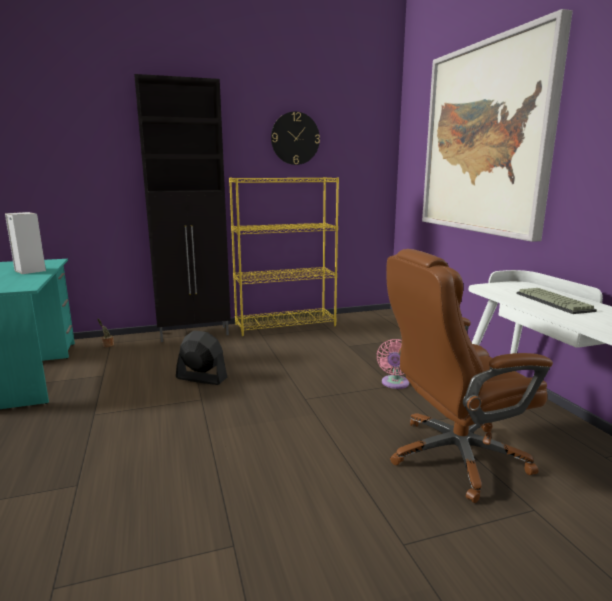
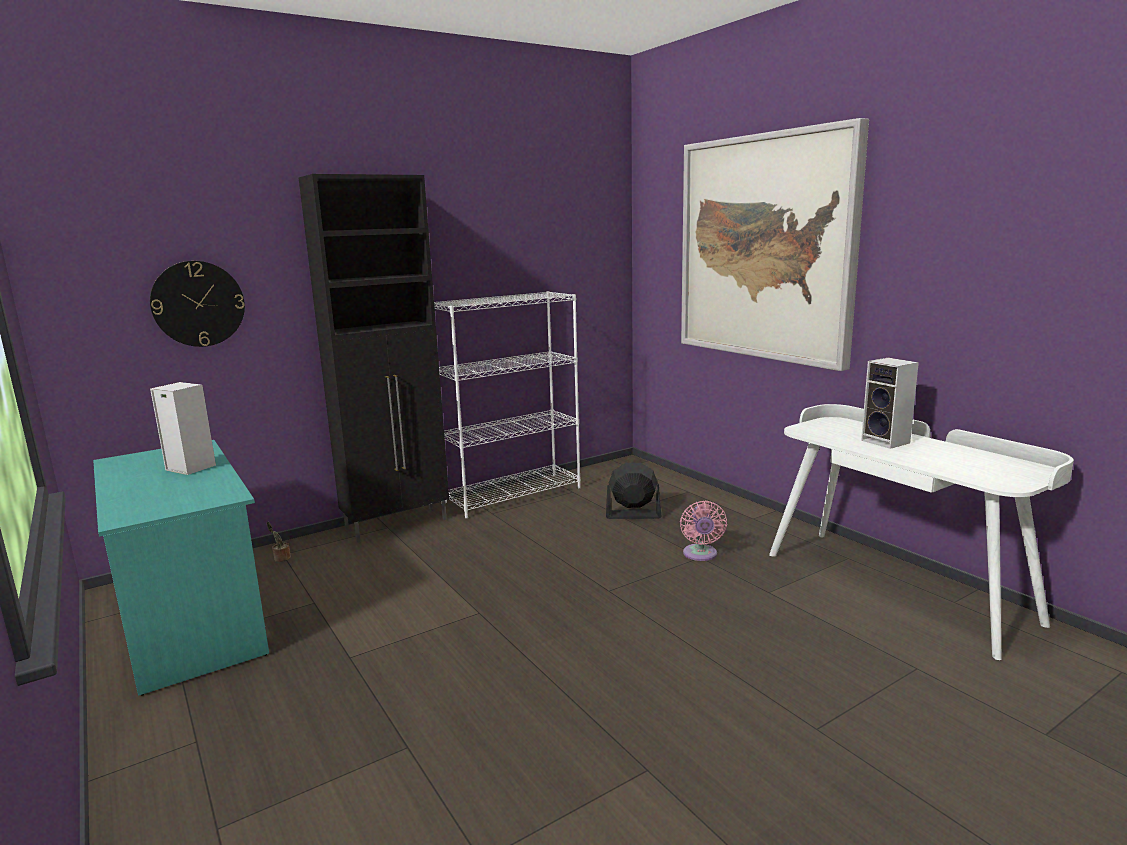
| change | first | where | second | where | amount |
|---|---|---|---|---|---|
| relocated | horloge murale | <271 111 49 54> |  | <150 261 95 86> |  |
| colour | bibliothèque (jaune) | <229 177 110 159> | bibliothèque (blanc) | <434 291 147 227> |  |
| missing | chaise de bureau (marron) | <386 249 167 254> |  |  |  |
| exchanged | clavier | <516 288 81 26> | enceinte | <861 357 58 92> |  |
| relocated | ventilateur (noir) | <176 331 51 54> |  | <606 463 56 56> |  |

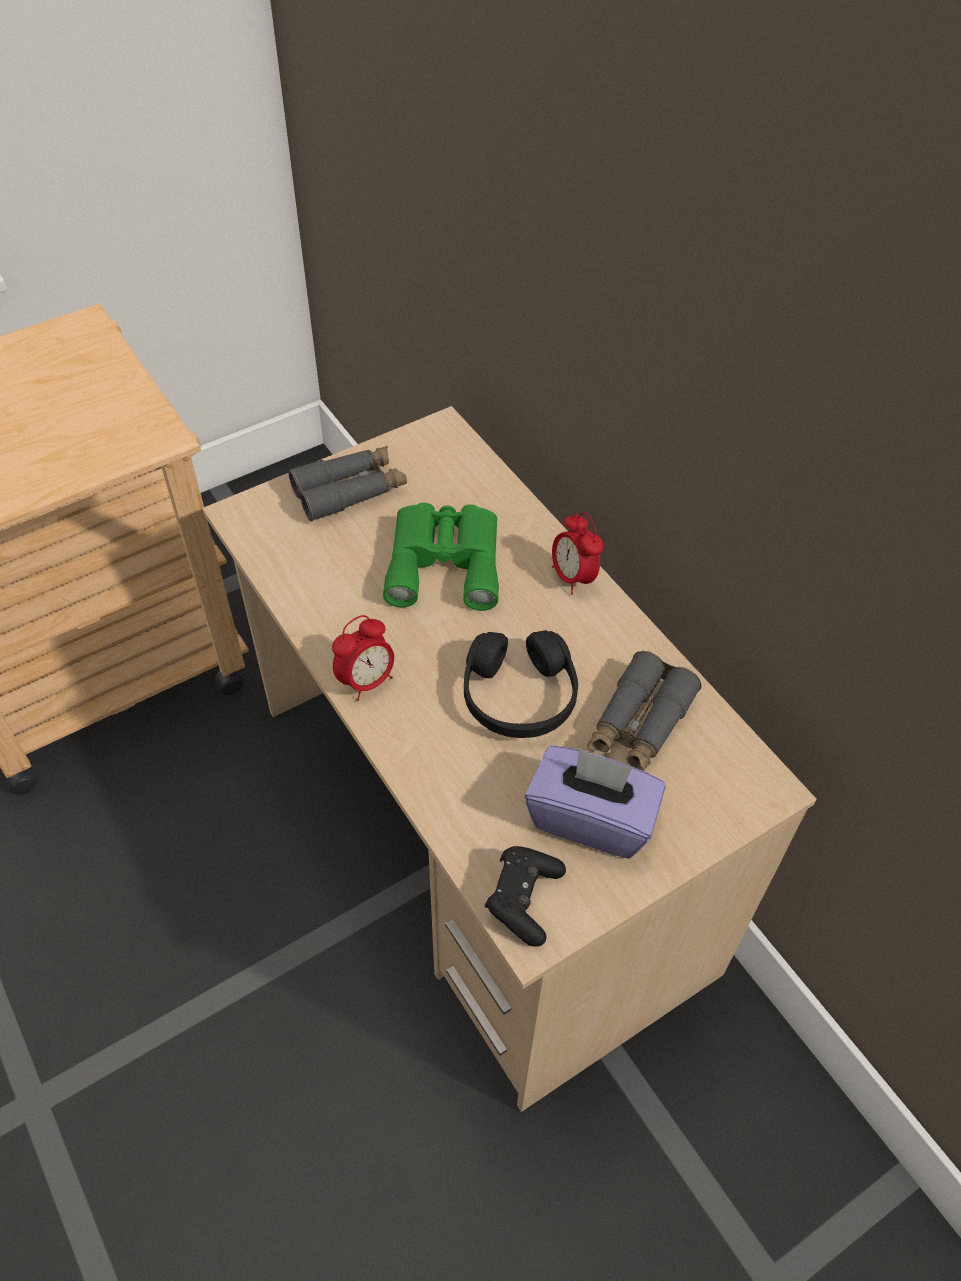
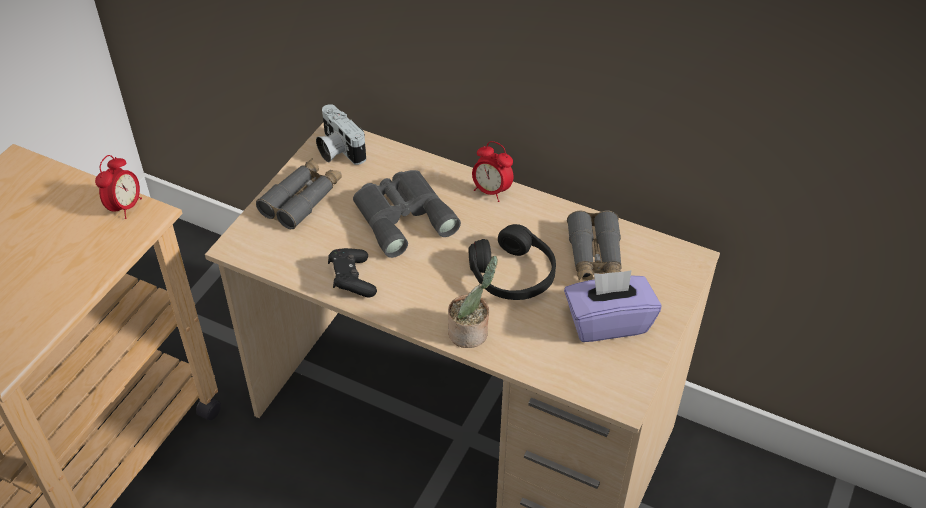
| change | first | where | second | where | amount |
|---|---|---|---|---|---|
| colour | jumelles (vert) | <383 503 116 108> | jumelles (gris) | <353 170 108 88> |  |
| relocated | réveil | <332 615 62 86> |  | <95 155 47 64> |  |
| relocated | manette (noir) | <485 846 81 101> |  | <328 248 49 50> |  |
| appeared |  |  | appareil photo | <316 104 50 61> |  |
| appeared |  |  | plante en pot | <448 256 50 92> |  |

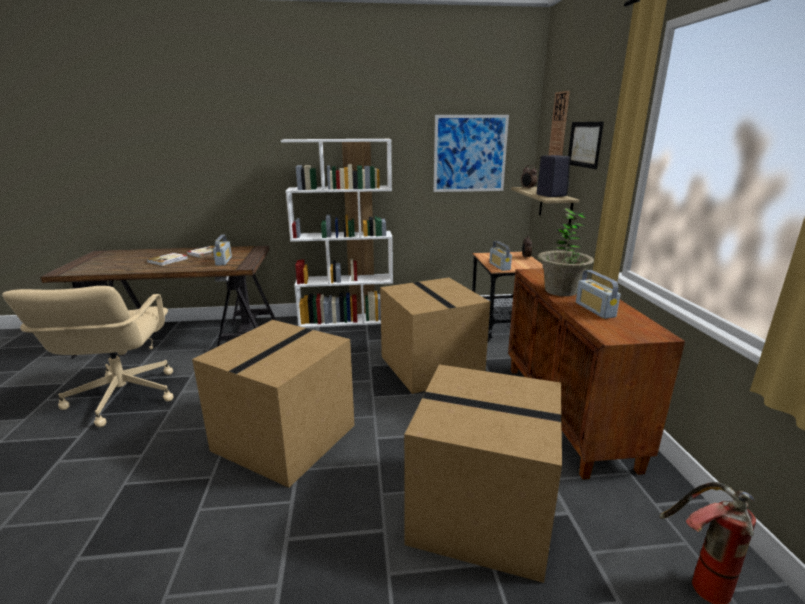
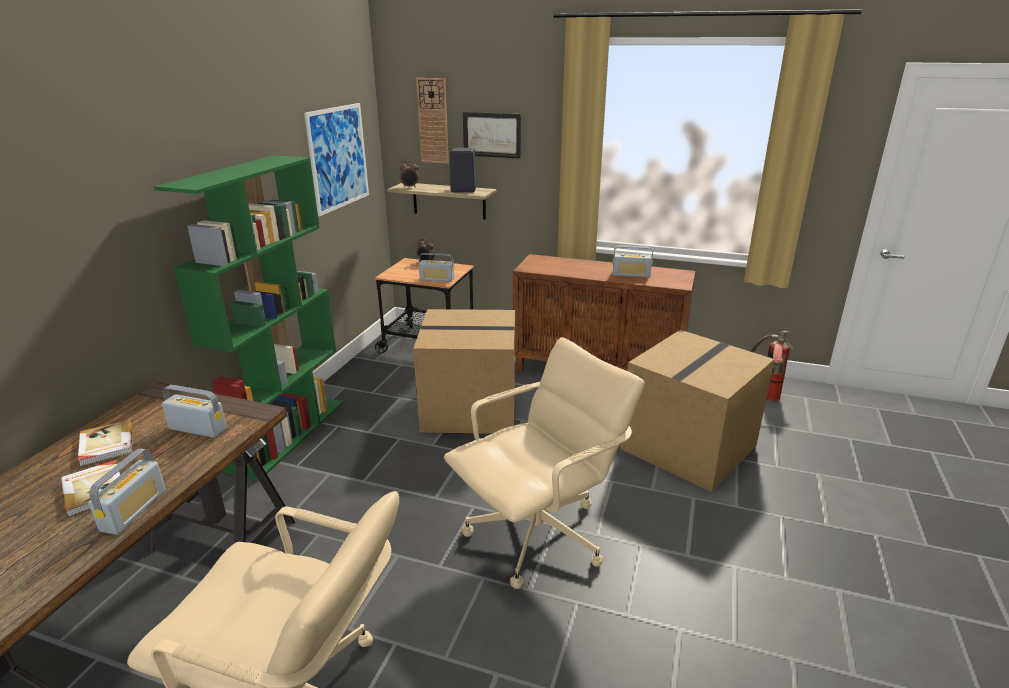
| change | first | where | second | where | amount |
|---|---|---|---|---|---|
| colour | bibliothèque (blanc) | <281 139 112 189> | bibliothèque (vert) | <154 155 189 326> |  |
| missing | plante en pot | <537 208 57 88> |  |  |  |
| exchanged | carton | <192 320 163 168> | chaise de bureau (beige) | <444 337 201 252> |  |
| appeared |  |  | radio | <88 449 78 86> |  |

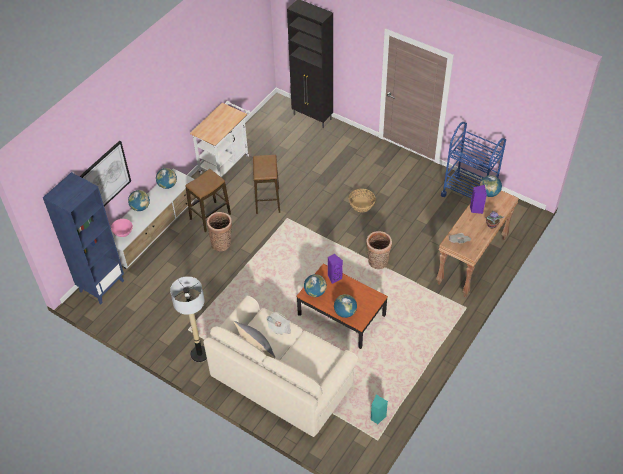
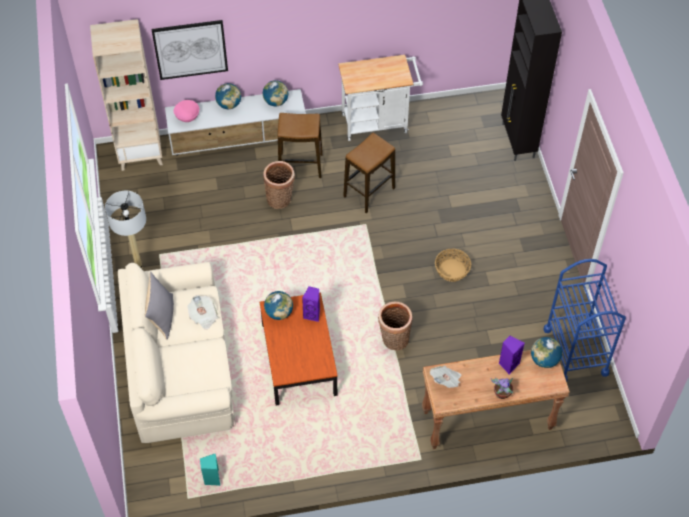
| change | first | where | second | where | amount |
|---|---|---|---|---|---|
| colour | bibliothèque (bleu) | <43 172 81 132> | bibliothèque (beige) | <90 19 73 152> |  |
| missing | globe | <334 294 23 24> |  |  |  |

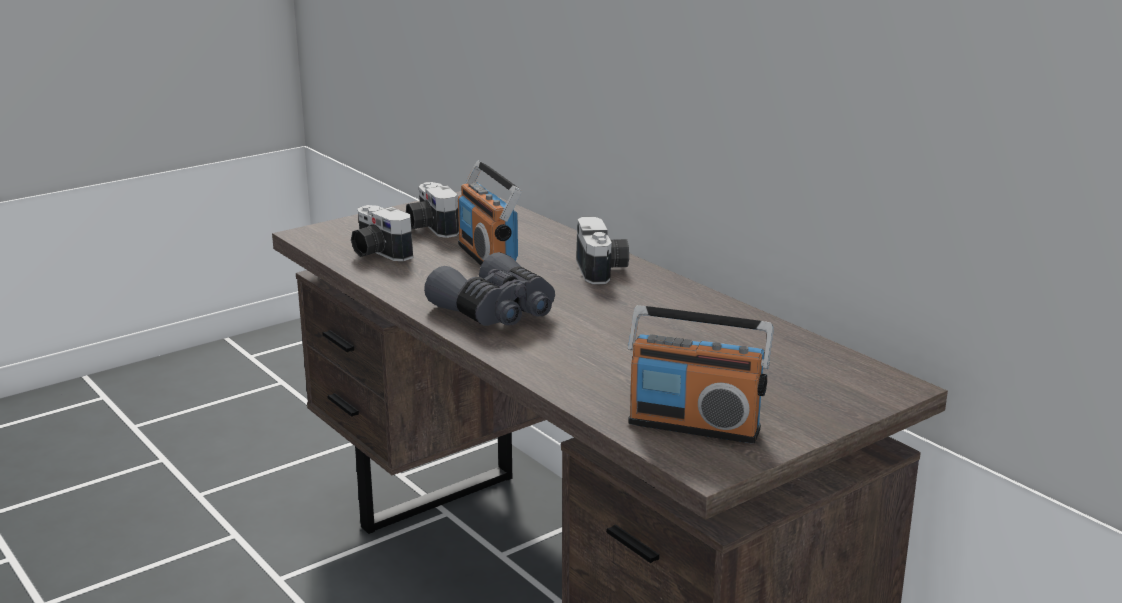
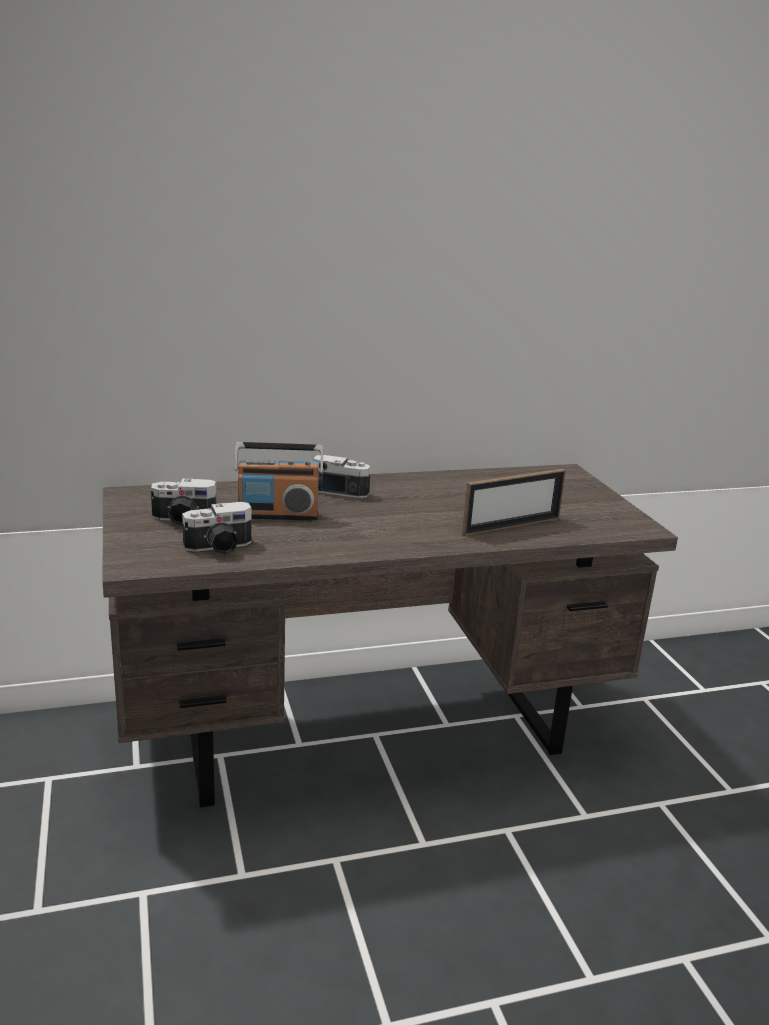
| change | first | where | second | where | amount |
|---|---|---|---|---|---|
| missing | jumelles (gris) | <424 252 131 74> |  |  |  |
| missing | radio | <628 305 146 138> |  |  |  |
| appeared |  |  | cadre photo | <462 469 104 67> |  |

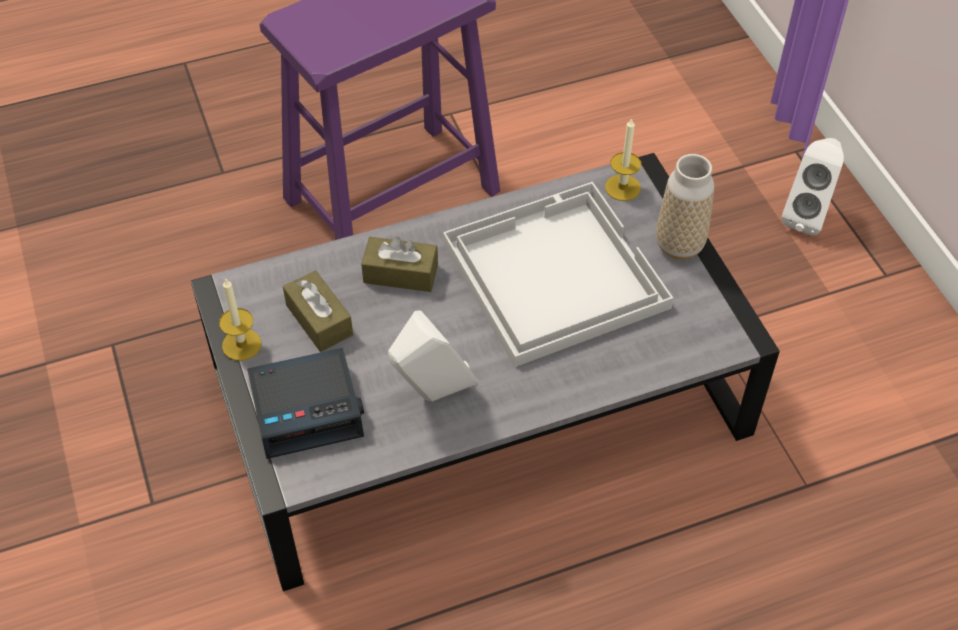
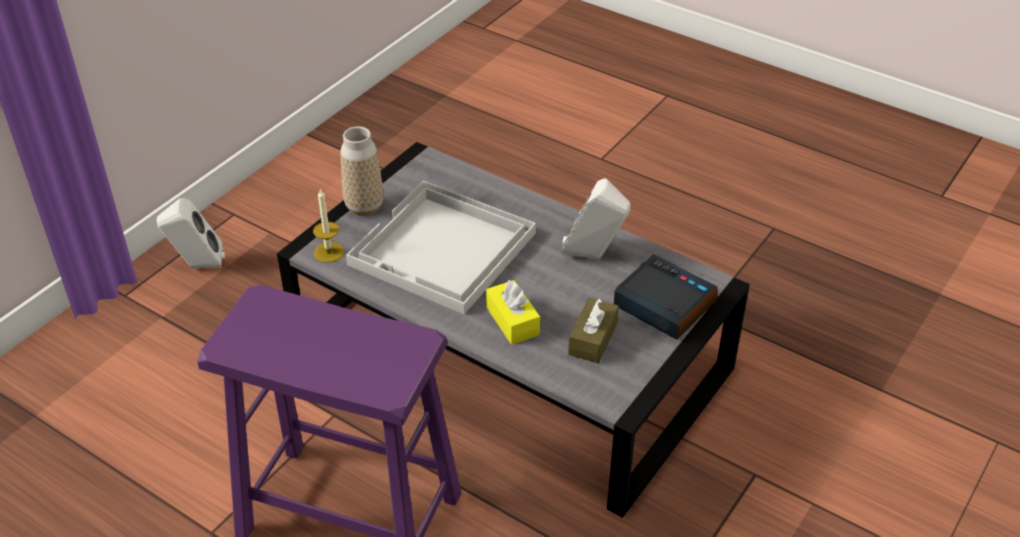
| change | first | where | second | where | amount |
|---|---|---|---|---|---|
| colour | boîte à mouchoirs (marron) | <361 237 77 55> | boîte à mouchoirs (jaune) | <486 280 54 65> |  |
| missing | bougie | <219 279 42 82> |  |  |  |

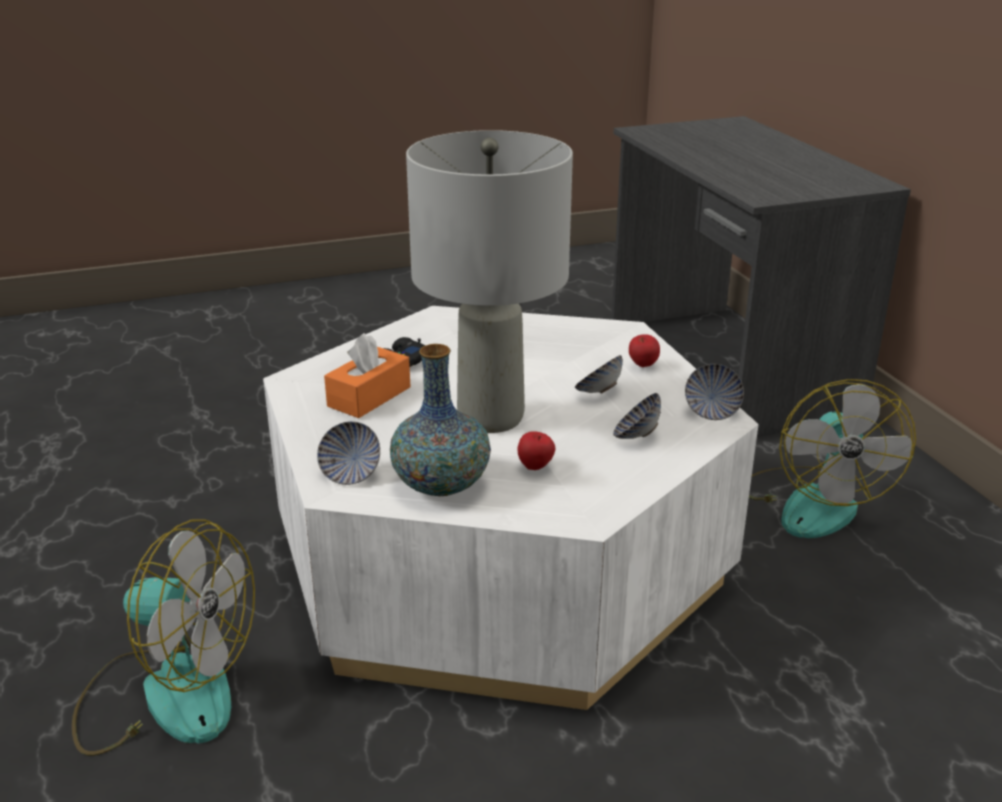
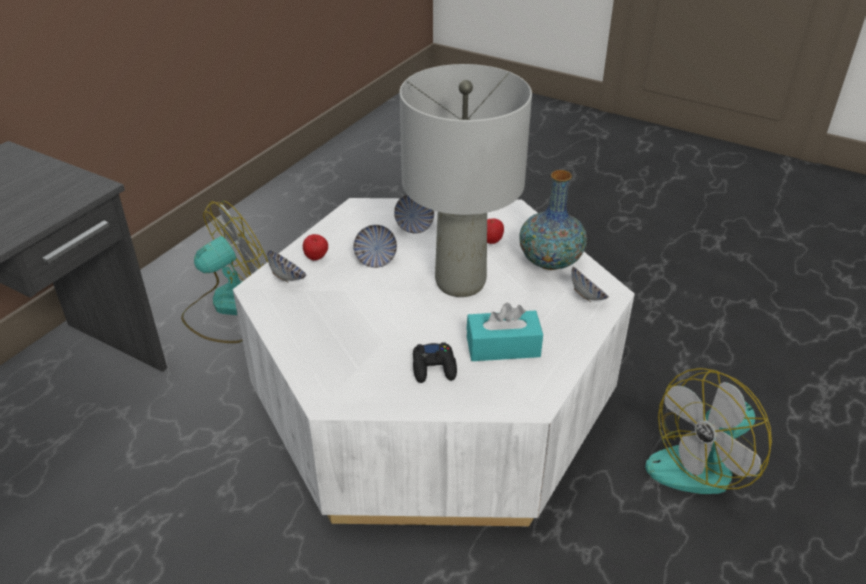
| change | first | where | second | where | amount |
|---|---|---|---|---|---|
| colour | boîte à mouchoirs (orange) | <324 333 86 85> | boîte à mouchoirs (turquoise) | <467 303 76 58> |  |
| relocated | bol | <685 364 59 56> |  | <267 250 39 33> |  |
| spun | ventilateur | <72 519 183 237> |  | <645 368 127 126> | 105 degrees counterclockwise |

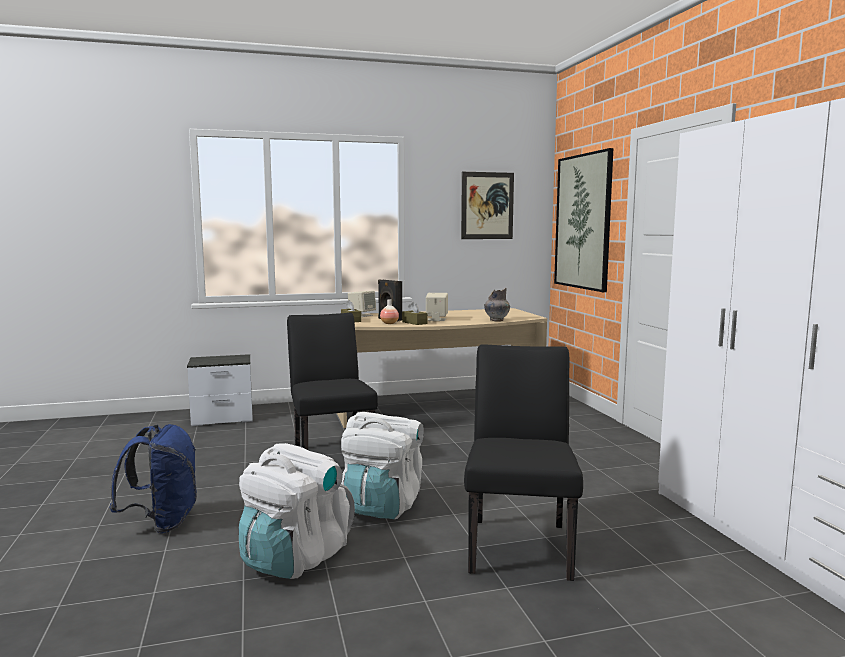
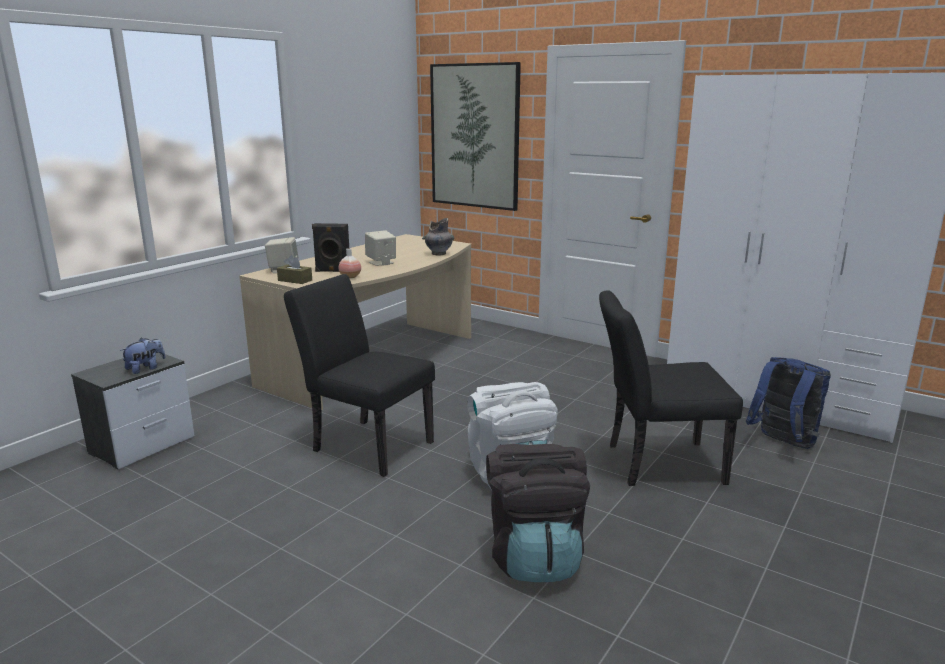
| change | first | where | second | where | amount |
|---|---|---|---|---|---|
| missing | tableau | <461 172 53 67> |  |  |  |
| missing | boîte à mouchoirs (marron) | <402 302 26 23> |  |  |  |
| spun | chaise (noir) | <464 344 119 237> |  | <599 290 144 196> | 60 degrees counterclockwise |
| relocated | sac à dos (bleu) | <109 424 88 109> |  | <745 357 86 92> |  |
| colour | sac à dos (blanc) | <239 443 116 136> | sac à dos (noir) | <486 444 104 138> |  |
| appeared |  |  | peluche | <120 338 46 36> |  |

